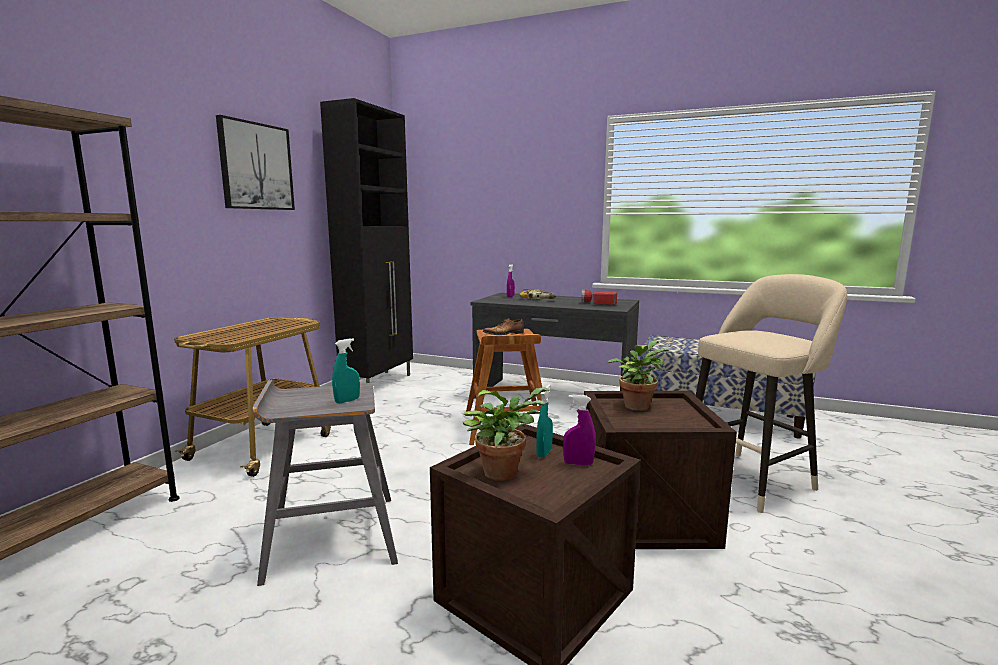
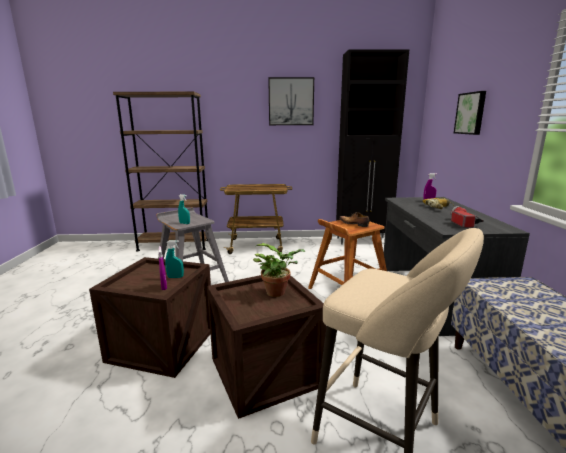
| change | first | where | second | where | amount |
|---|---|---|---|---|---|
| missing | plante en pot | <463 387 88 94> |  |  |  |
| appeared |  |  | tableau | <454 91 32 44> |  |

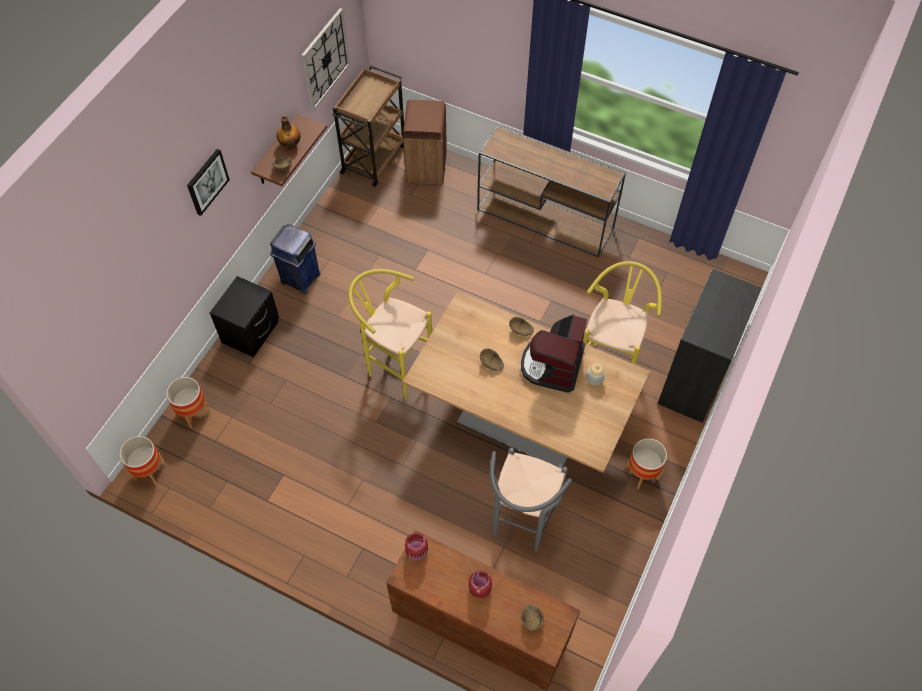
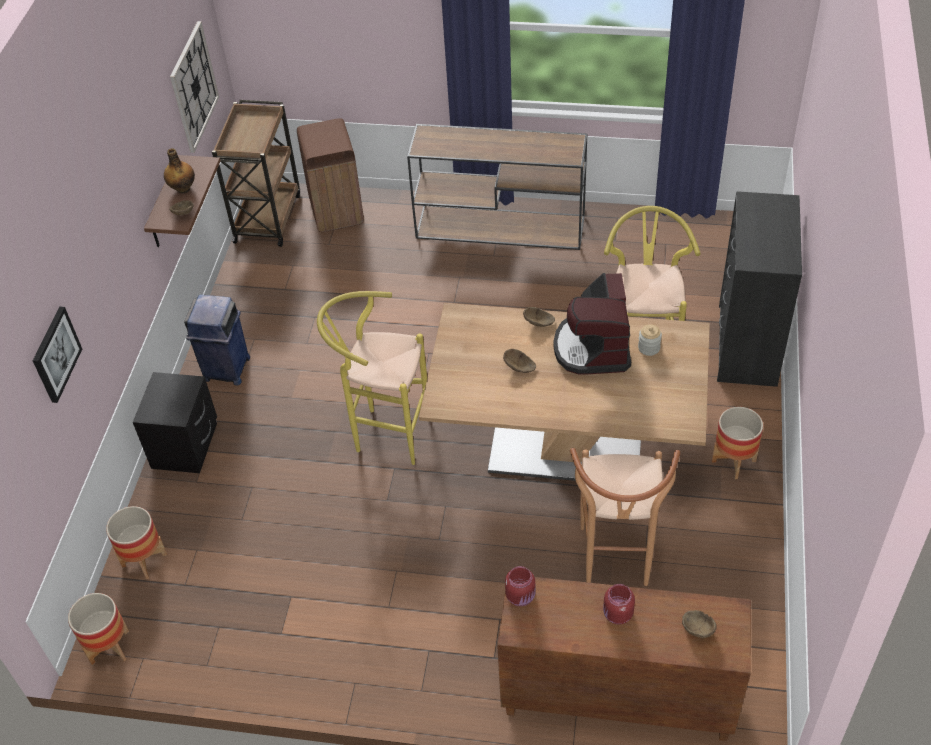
| change | first | where | second | where | amount |
|---|---|---|---|---|---|
| relocated | tableau | <187 149 43 67> |  | <33 306 49 97> |  |
| colour | tabouret (gris) | <489 448 83 104> | tabouret (marron) | <570 448 110 138> |  |

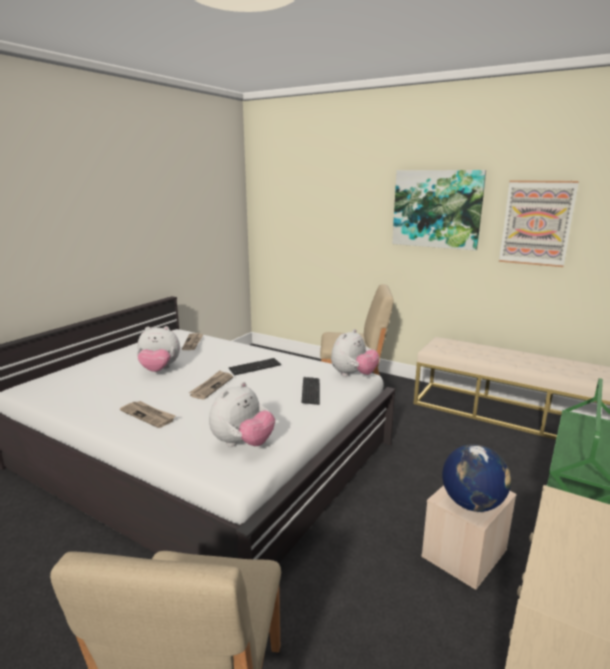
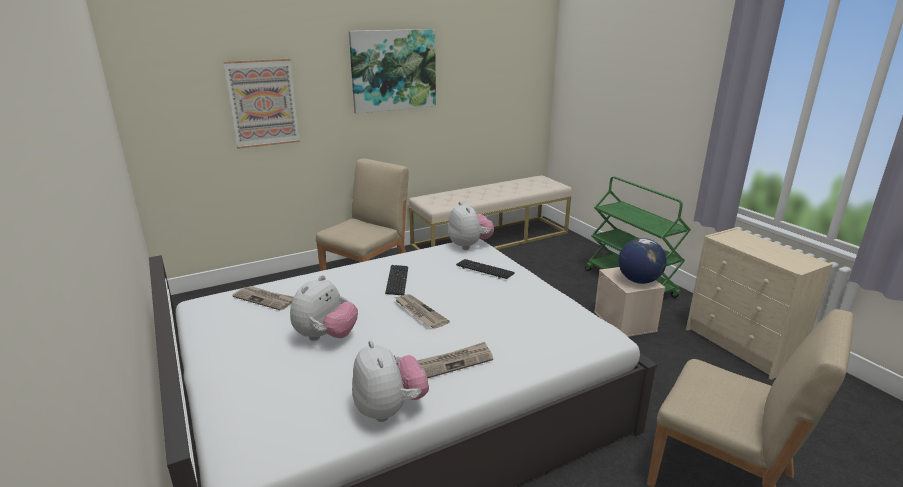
| change | first | where | second | where | amount |
|---|---|---|---|---|---|
| relocated | tableau | <499 180 80 87> |  | <224 58 76 91> |  |
| relocated | peluche | <209 382 66 65> |  | <352 340 77 82> |  |

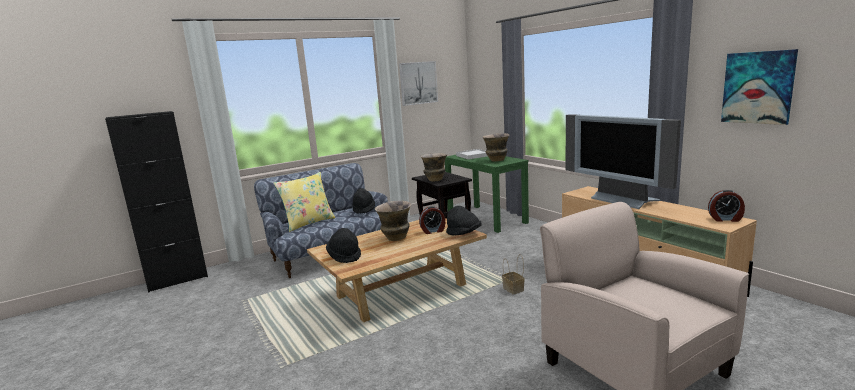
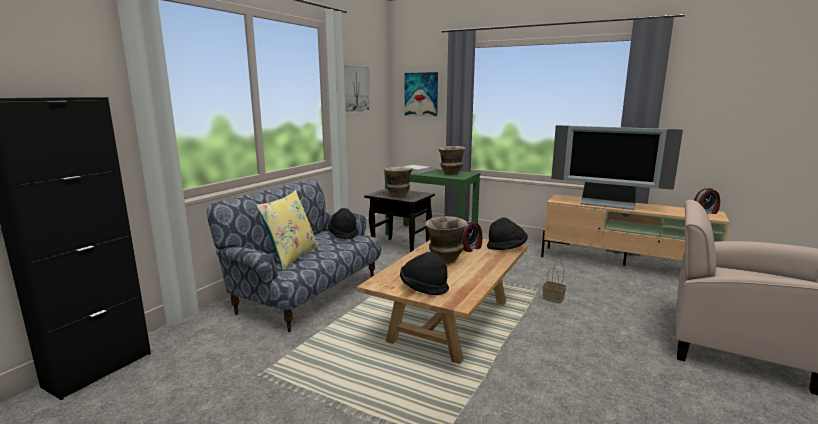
| change | first | where | second | where | amount |
|---|---|---|---|---|---|
| relocated | tableau | <721 49 77 76> |  | <405 72 33 44> |  |

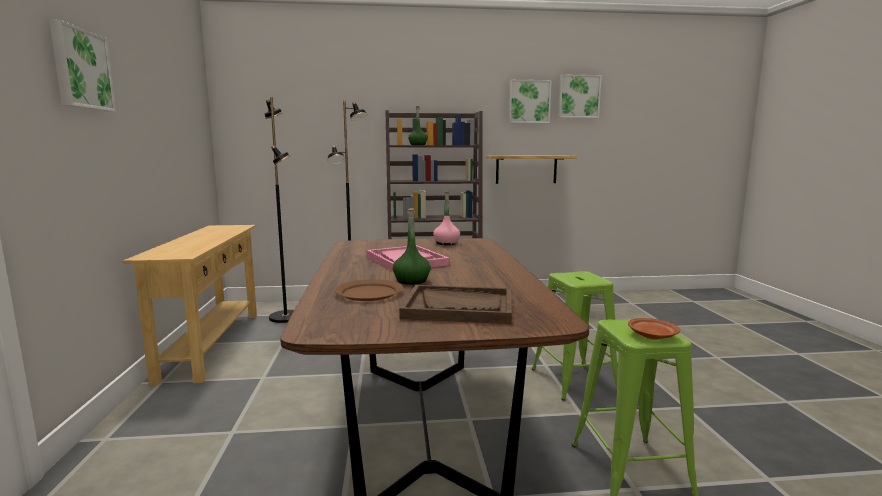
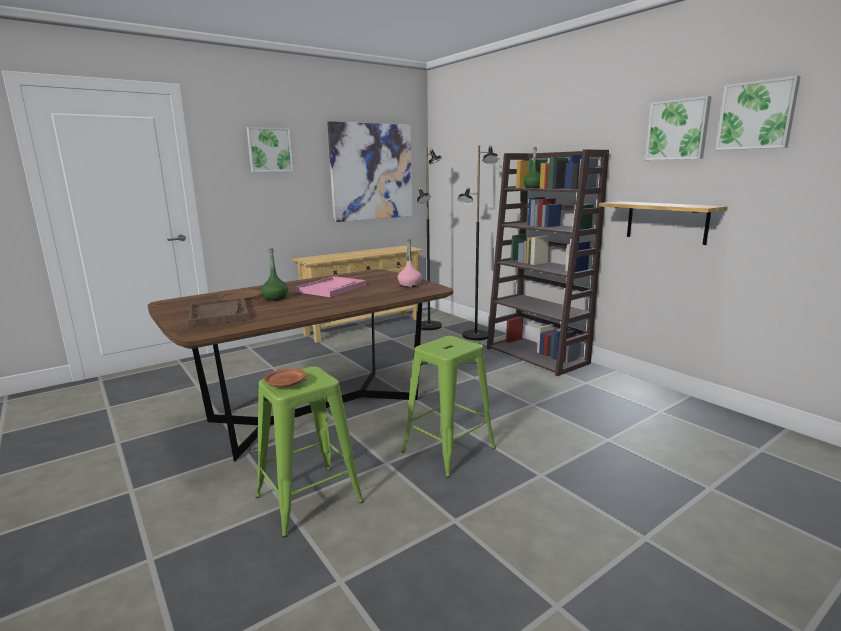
| change | first | where | second | where | amount |
|---|---|---|---|---|---|
| appeared |  |  | tableau | <327 121 86 101> |  |

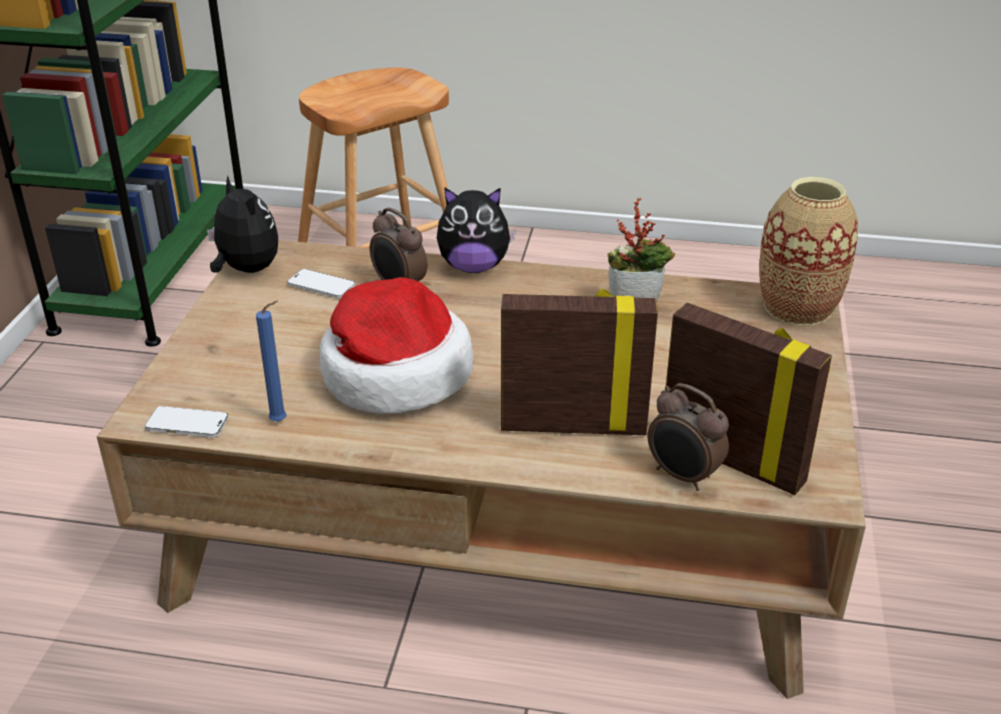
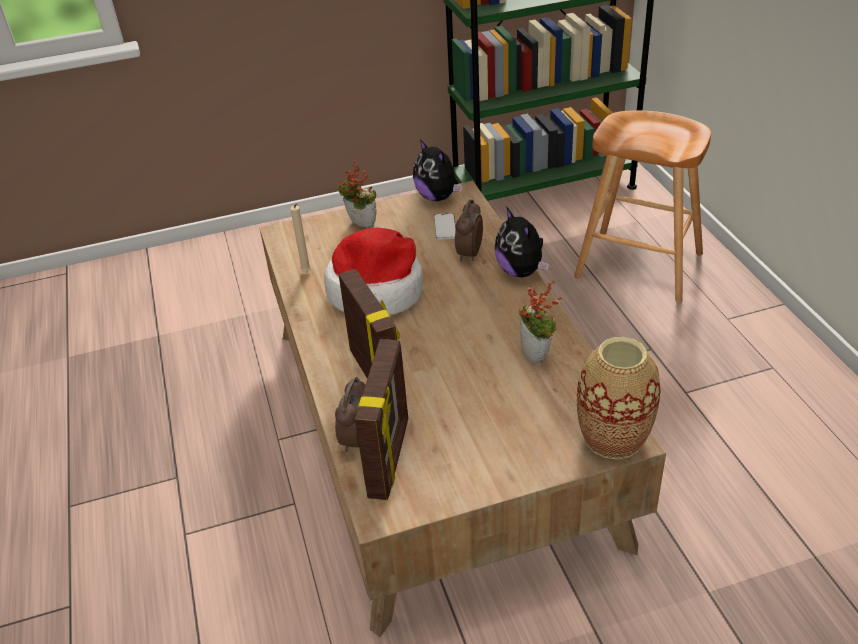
| change | first | where | second | where | amount |
|---|---|---|---|---|---|
| spun | peluche | <207 176 71 97> |  | <413 139 50 62> | 120 degrees clockwise |
| colour | bougie (bleu) | <256 301 30 121> | bougie (beige) | <290 204 21 68> |  |
| missing | téléphone | <145 406 83 31> |  |  |  |
| appeared |  |  | plante en pot | <338 160 38 67> |  |

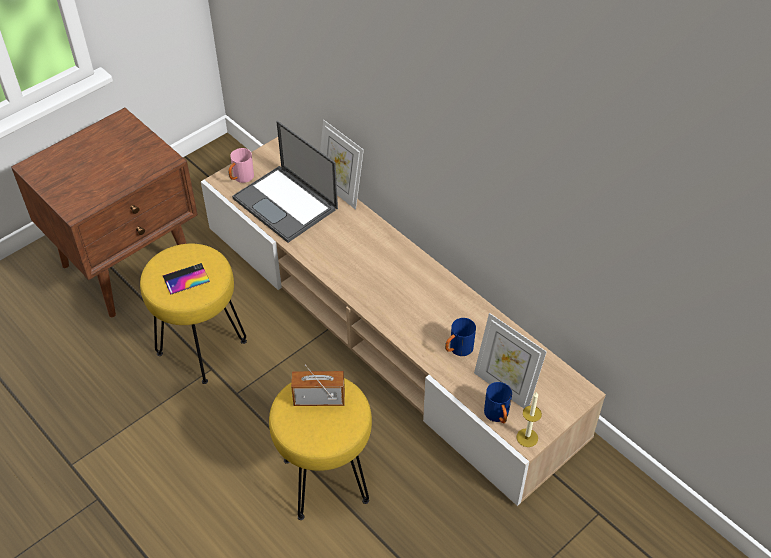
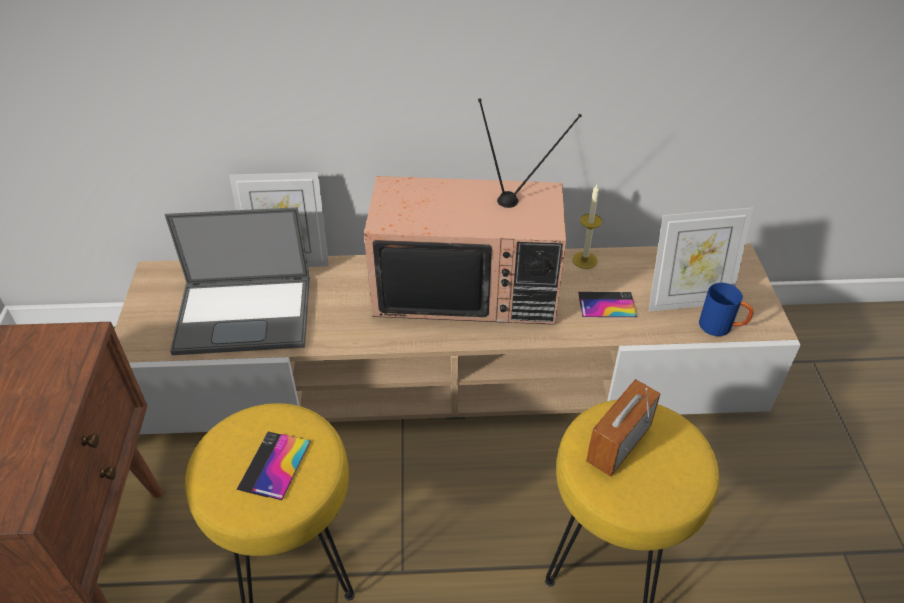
| change | first | where | second | where | amount |
|---|---|---|---|---|---|
| missing | mug (rose) | <228 148 26 35> |  |  |  |
| exchanged | mug (bleu) | <445 318 31 38> | téléphone | <578 292 59 25> |  |
| relocated | bougie | <516 392 26 55> |  | <573 185 29 84> |  |
| appeared |  |  | téléviseur | <364 98 218 227> |  |

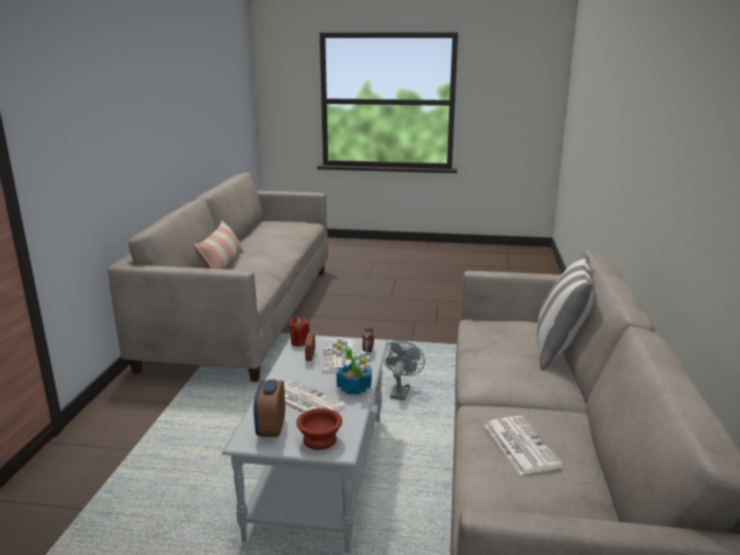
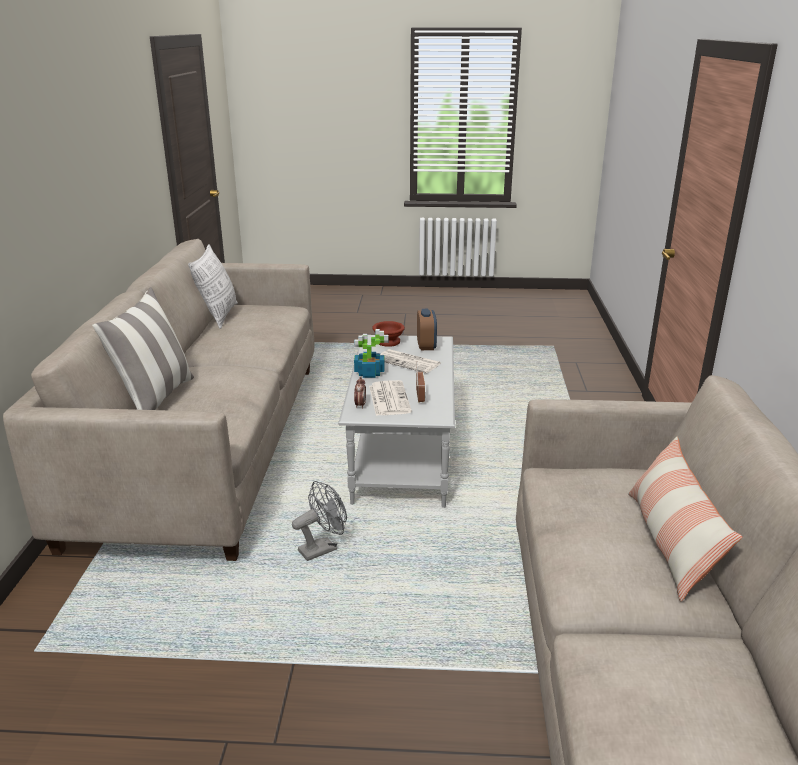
| change | first | where | second | where | amount |
|---|---|---|---|---|---|
| missing | bougie (rouge) | <289 317 21 30> |  |  |  |
| spun | ventilateur (gris) | <383 340 42 60> |  | <292 481 55 80> | 135 degrees counterclockwise |
| missing | journal | <484 416 79 59> |  |  |  |
| appeared |  |  | coussin | <188 244 50 85> |  |

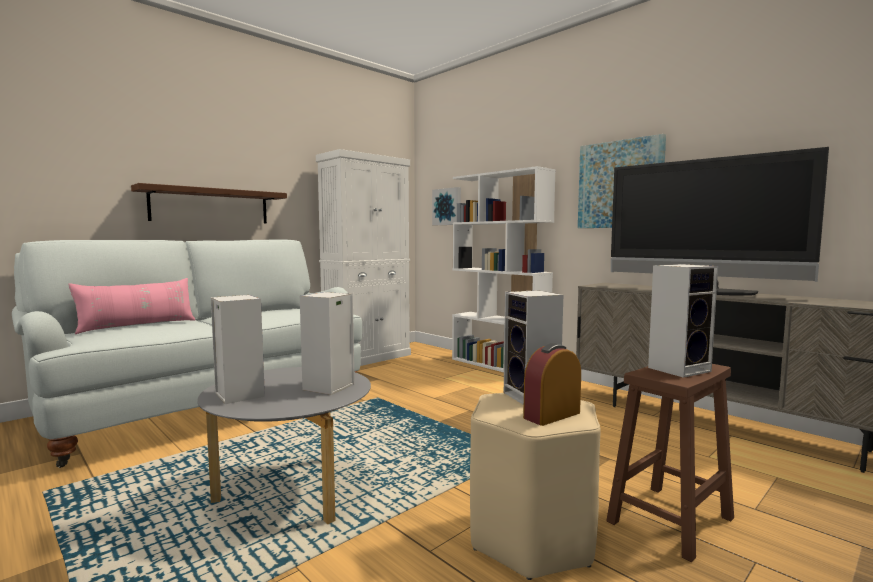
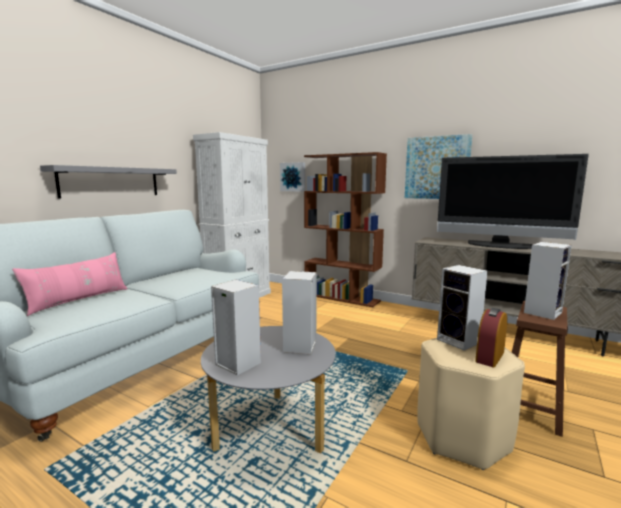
| change | first | where | second | where | amount |
|---|---|---|---|---|---|
| colour | bibliothèque (blanc) | <452 166 104 206> | bibliothèque (marron) | <304 152 83 155> |  |
| colour | étagère (marron) | <131 183 156 41> | étagère (gris) | <40 165 137 33> |  |

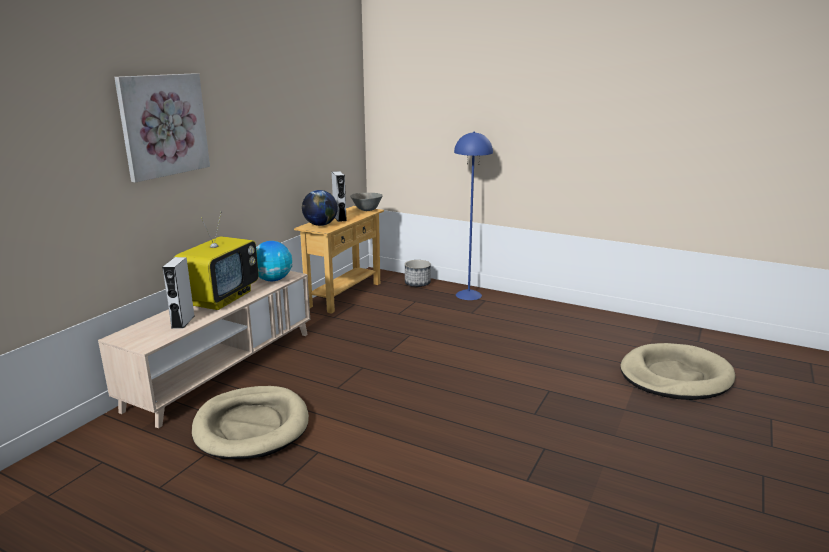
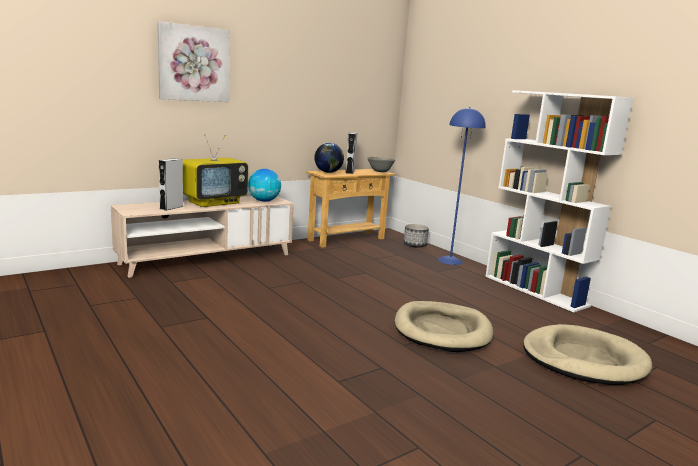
| change | first | where | second | where | amount |
|---|---|---|---|---|---|
| relocated | panier pour chien (beige) | <192 386 117 73> |  | <395 301 98 51> |  |
| appeared |  |  | bibliothèque (blanc) | <485 90 148 222> |  |

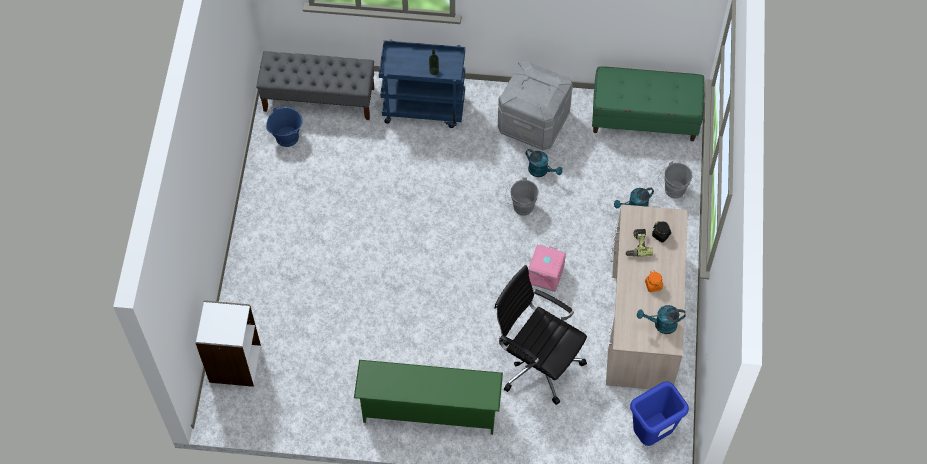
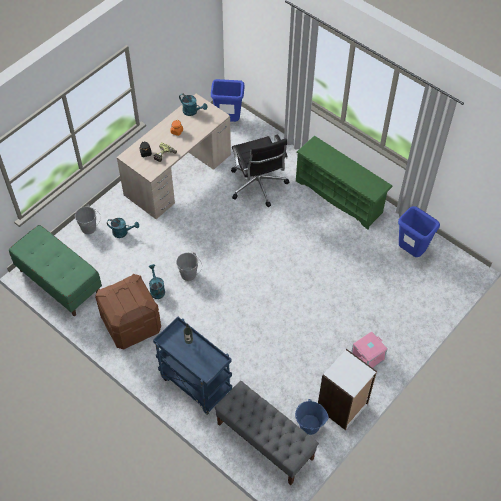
| change | first | where | second | where | amount |
|---|---|---|---|---|---|
| colour | boîte de rangement (gris) | <498 60 75 91> | boîte de rangement (marron) | <95 274 66 75> |  |
| relocated | boîte de rangement (rose) | <528 245 38 47> |  | <351 332 36 36> |  |
| relocated | bibliothèque (blanc) | <195 300 66 87> |  | <318 349 59 81> |  |
| appeared |  |  | poubelle (bleu) | <398 206 42 51> |  |

